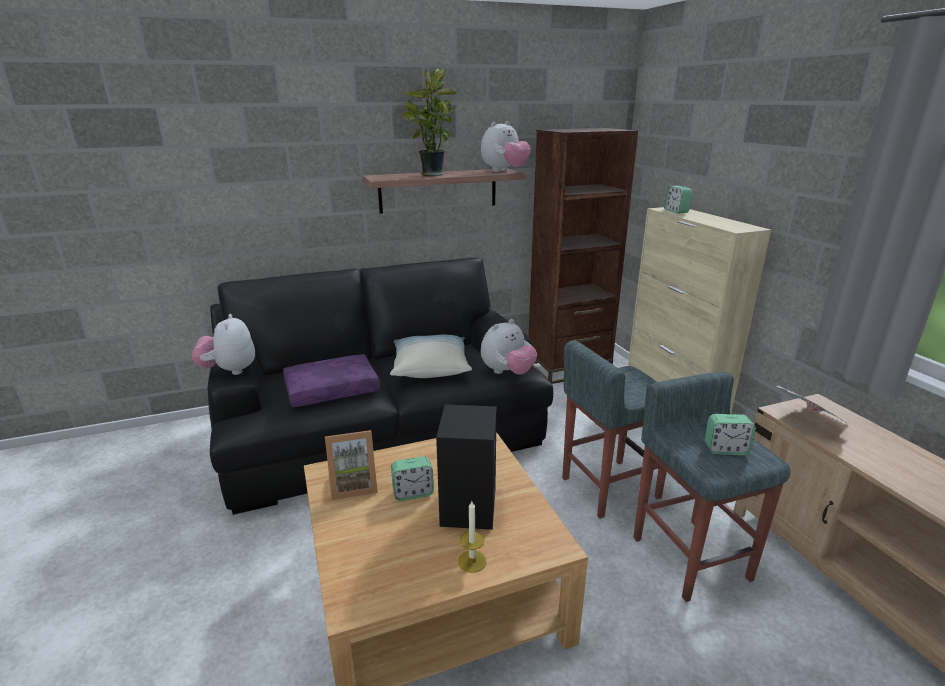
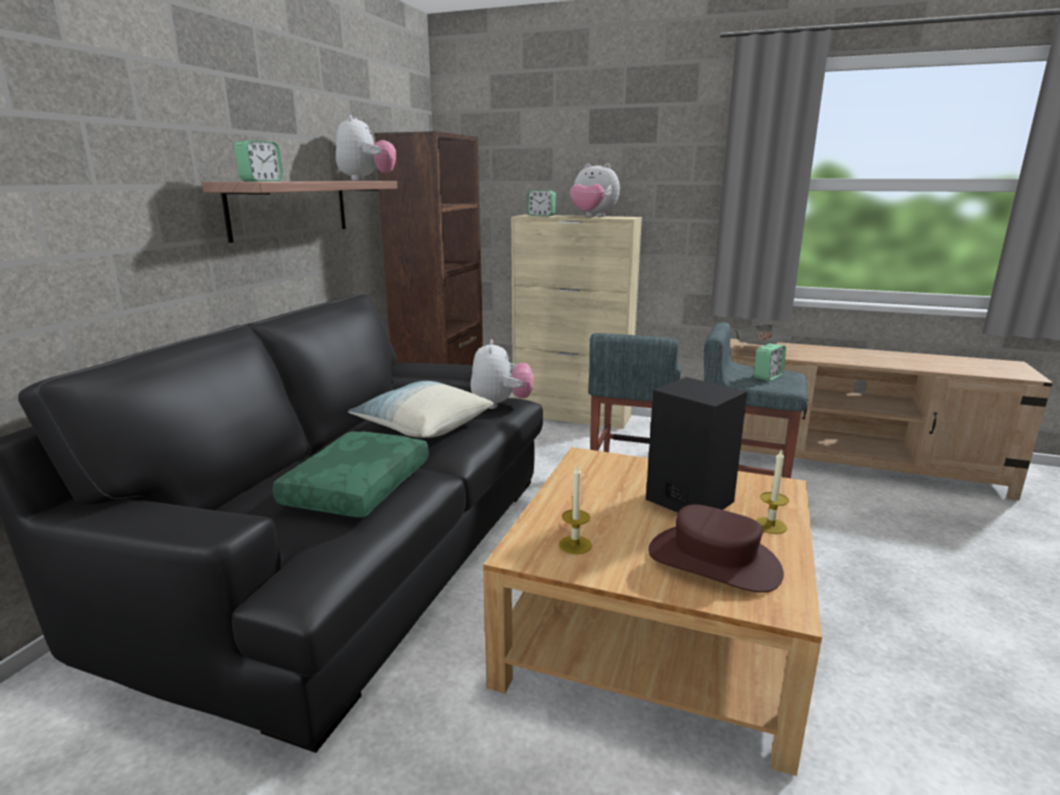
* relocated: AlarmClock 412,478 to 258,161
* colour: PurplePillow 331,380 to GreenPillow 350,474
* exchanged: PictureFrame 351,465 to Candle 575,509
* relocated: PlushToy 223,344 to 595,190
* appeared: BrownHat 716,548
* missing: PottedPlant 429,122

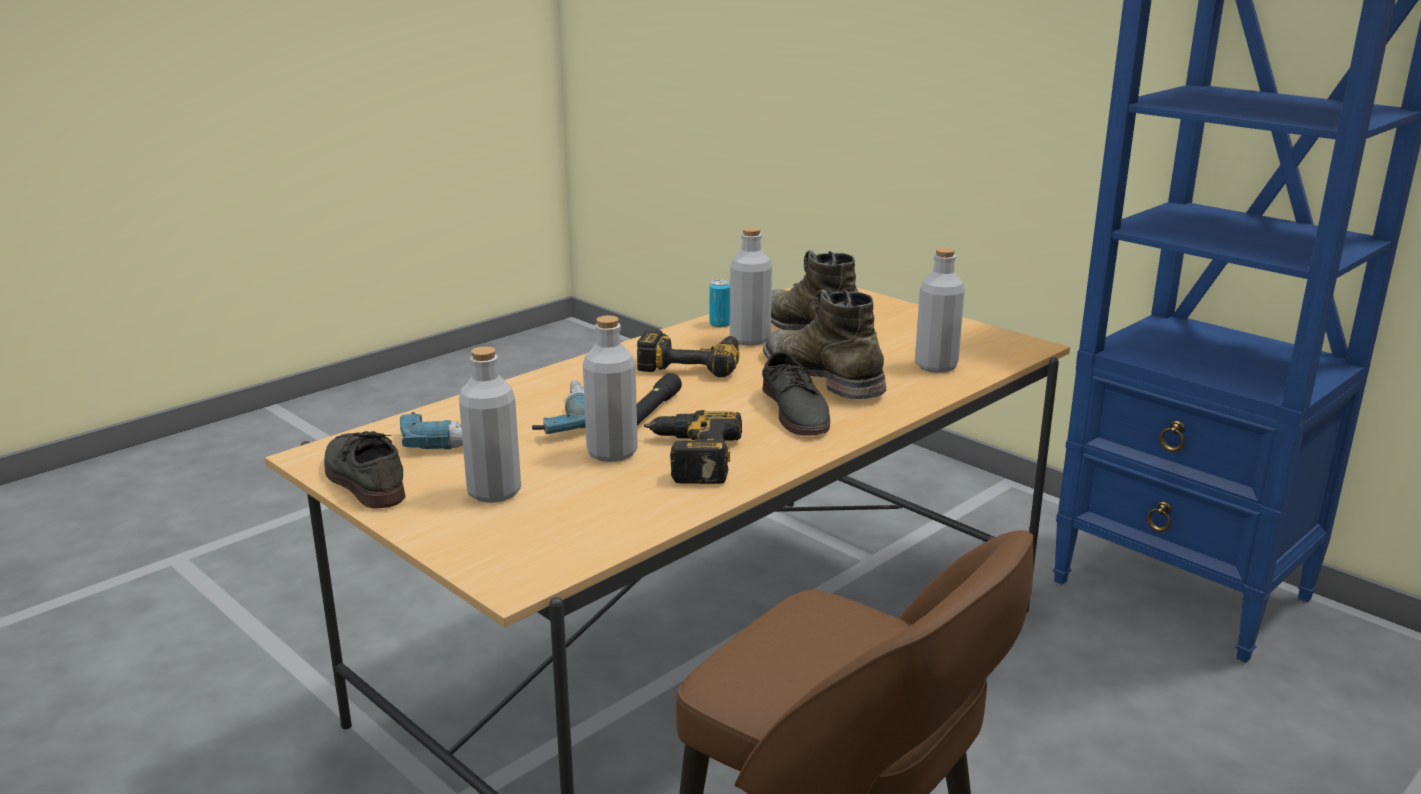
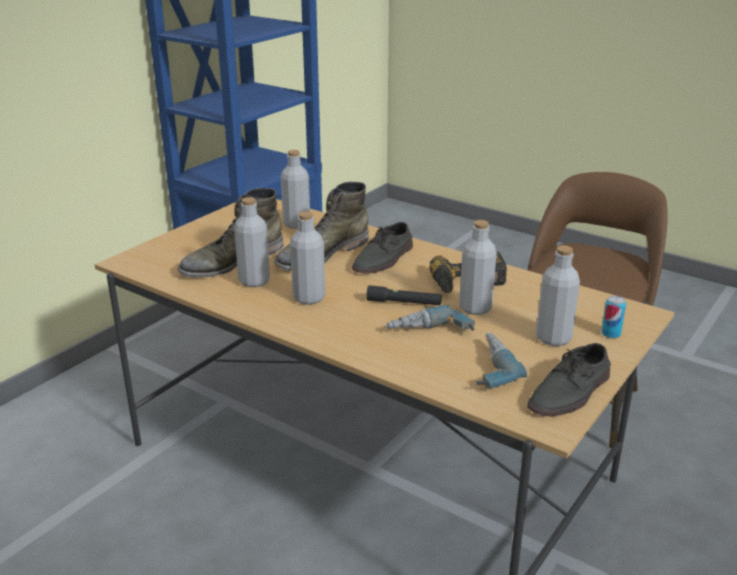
* exchanged: PowerDrill 688,353 to GreyBottle 307,258
* spun: GreyShoe 796,393 = 382,247 150 degrees clockwise
* relocated: Can 720,303 to 613,317

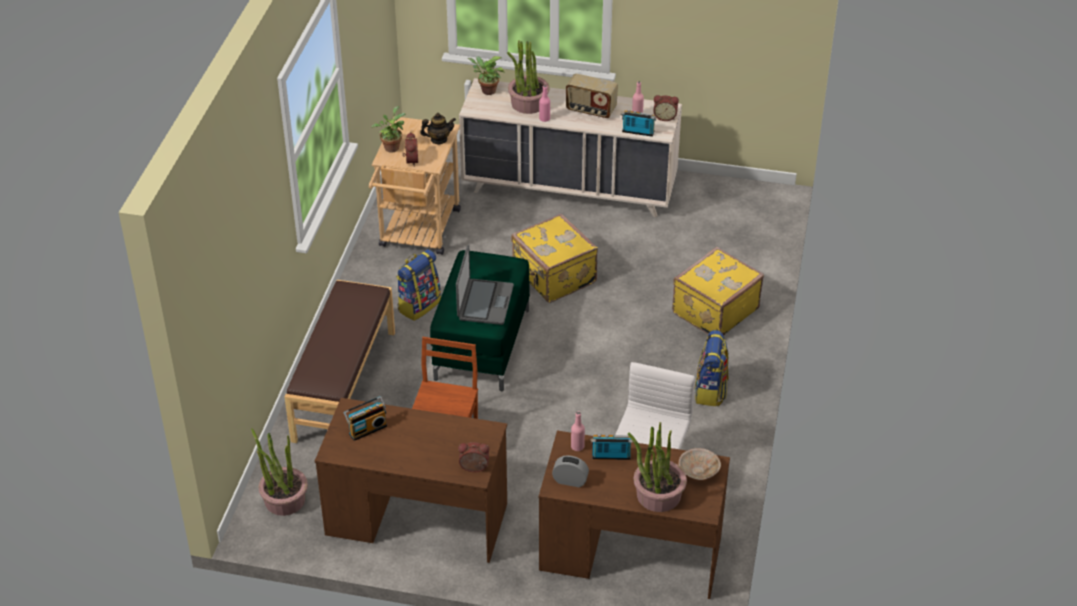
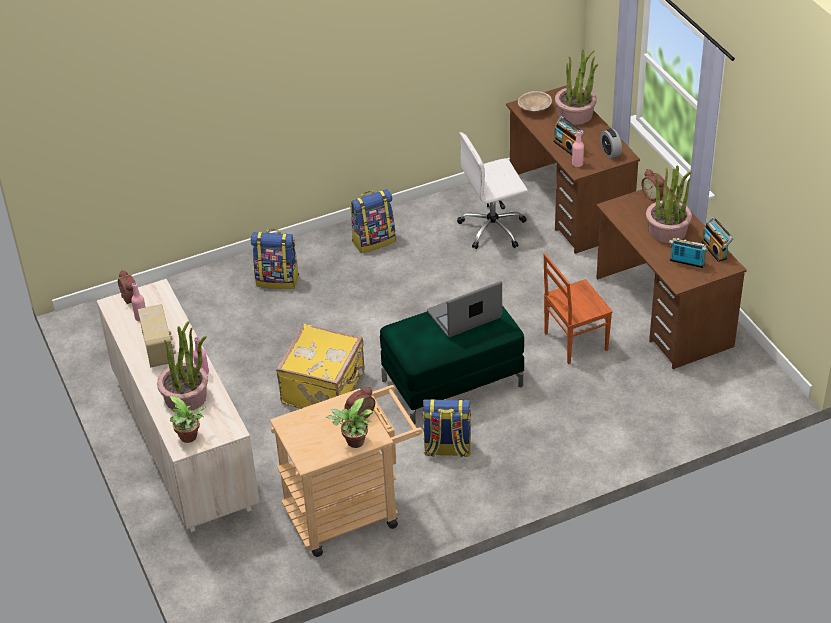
* exchanged: YellowSuitcase 718,291 to Backpack 275,259
* relocated: PottedPlant 279,472 to 669,204
* relocated: Radio 638,123 to 717,239
* missing: BrownBench 339,361
* missing: Teapot 438,128

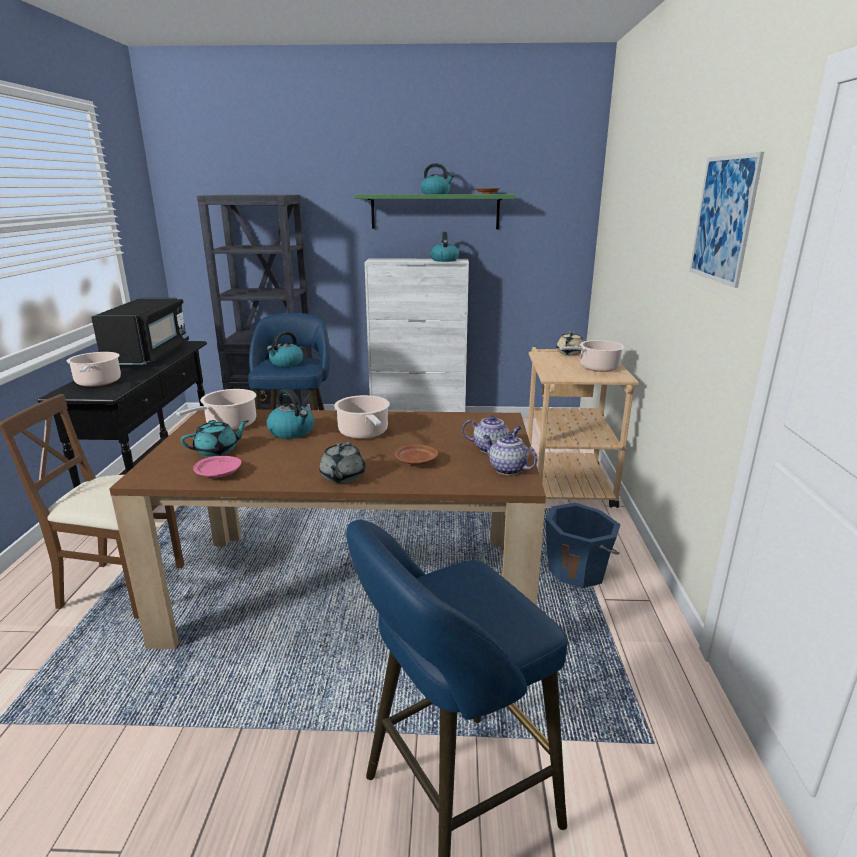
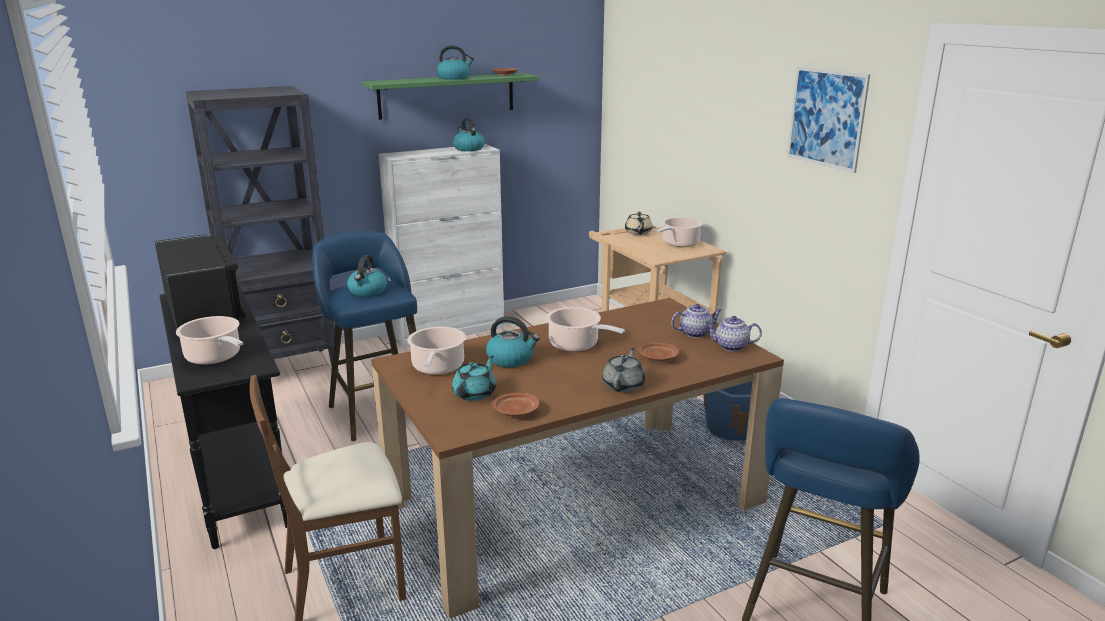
* colour: PinkPlate 217,467 to BrownPlate 516,404
* spun: GreyTeapot 342,462 = 623,370 135 degrees counterclockwise

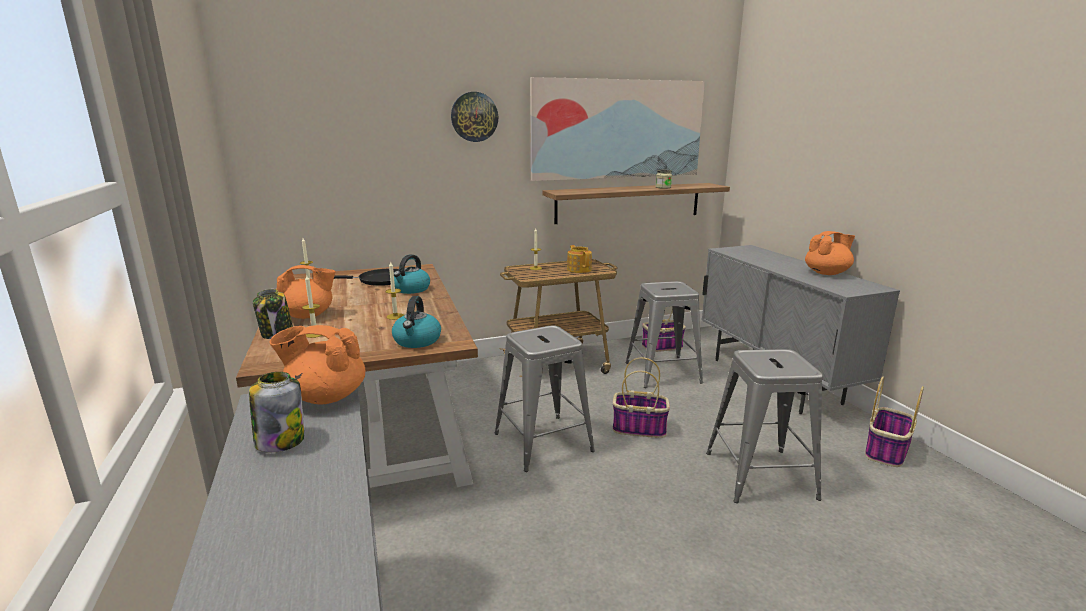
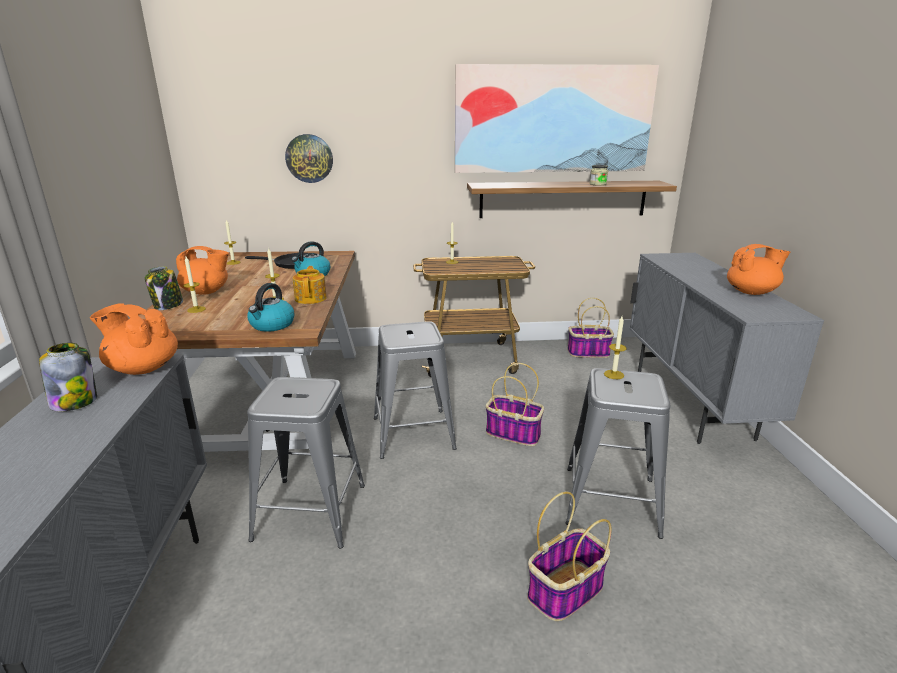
* relocated: GreyStool 664,334 to 306,462
* relocated: WallClock 474,117 to 309,158
* relocated: Teapot 579,259 to 310,285
* relocated: Basket 894,421 to 569,556
* appeared: Candle 615,347

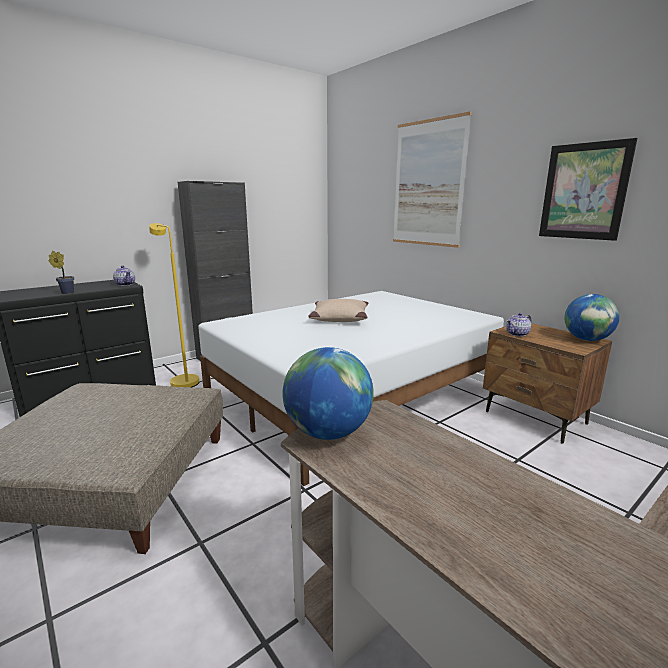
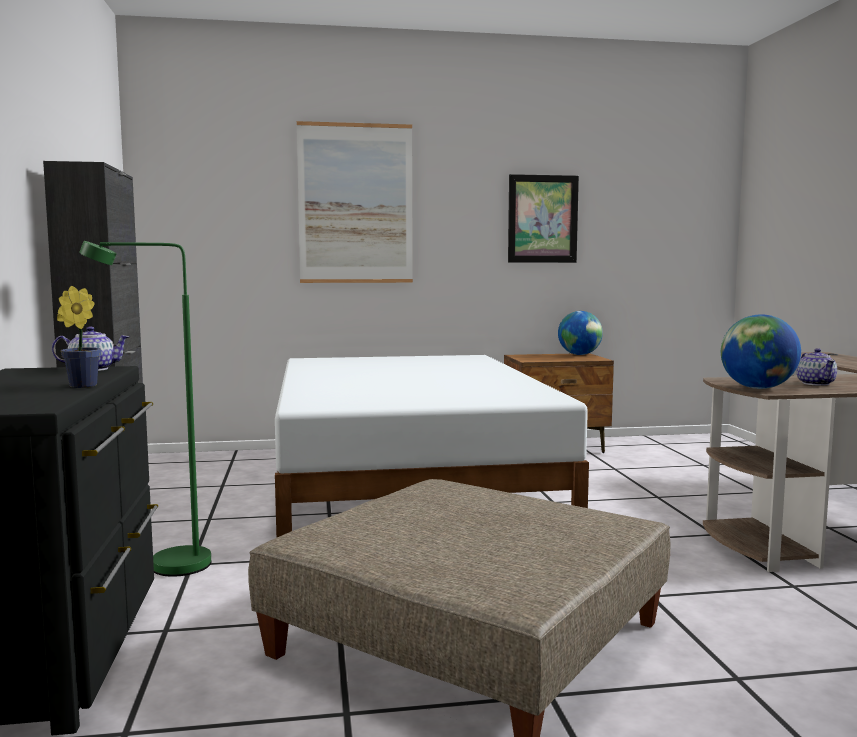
* colour: YellowFloorLamp 174,305 to GreenFloorLamp 145,409
* relocated: Teapot 519,325 to 816,367
* missing: BeigePillow 338,310

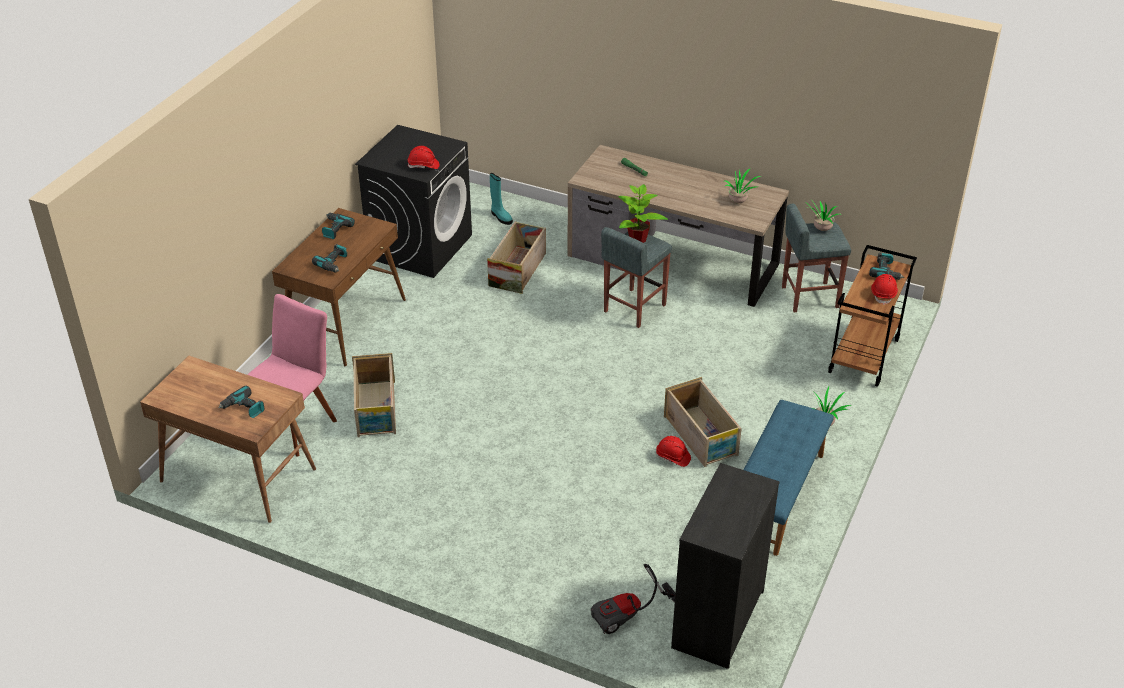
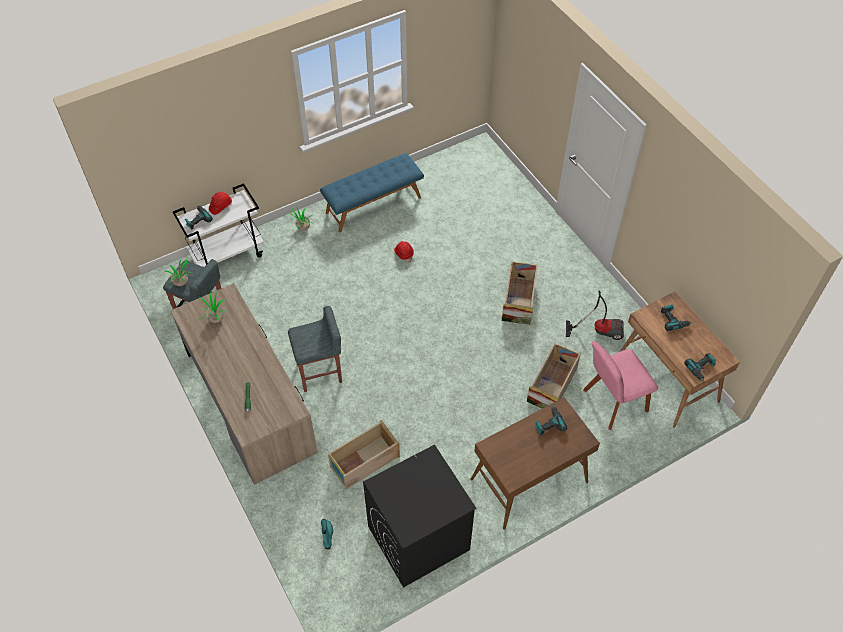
* colour: BrownCart 872,316 to WhiteCart 218,225
* relocated: Crate 703,422 to 520,293
* relocated: VacuumCleaner 633,599 to 595,315
* relocated: PowerDrill 338,226 to 700,367
* missing: RedHardHat 423,157
* missing: PottedPlant 643,213
* missing: BlackDresser 725,566

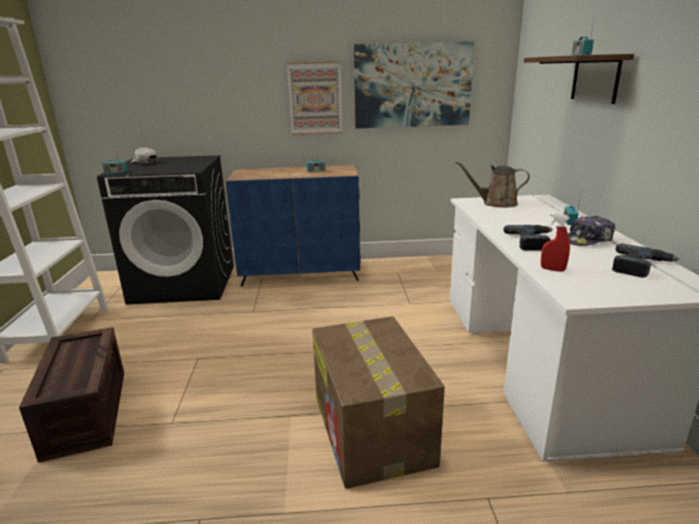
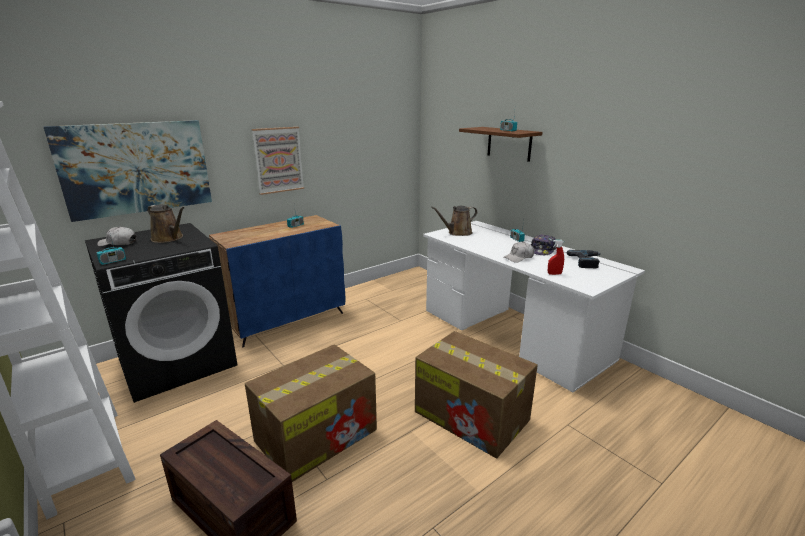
* relocated: Picture 414,85 to 127,171
* appeared: BrownWateringCan 166,223
* appeared: CardboardBox 311,413
* exchanged: PowerDrill 528,238 to WhiteCap 518,252

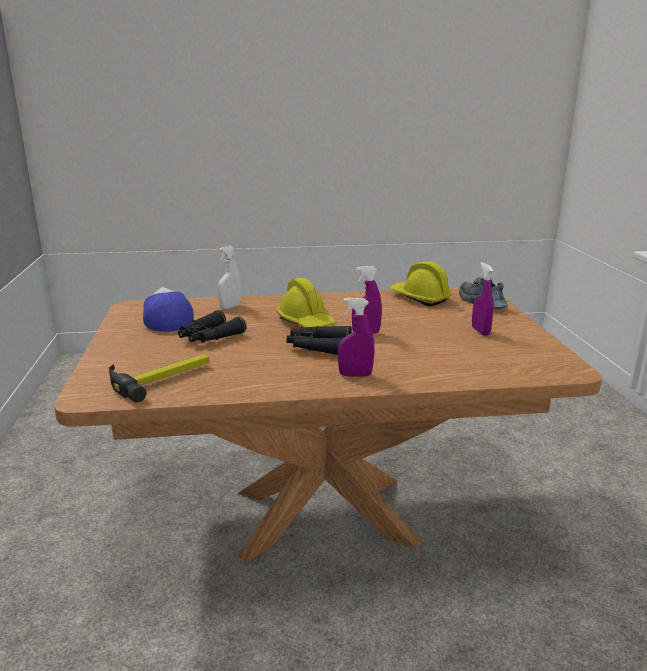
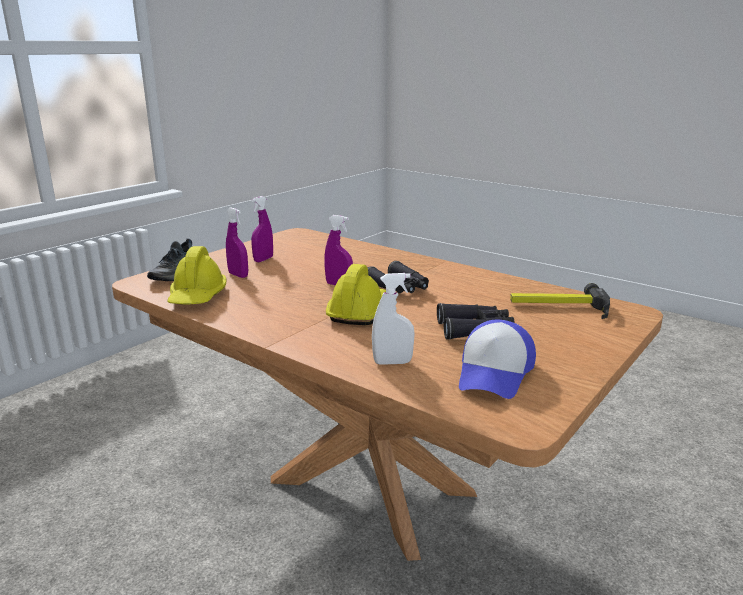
* relocated: PurpleSprayBottle 356,337 to 237,243

